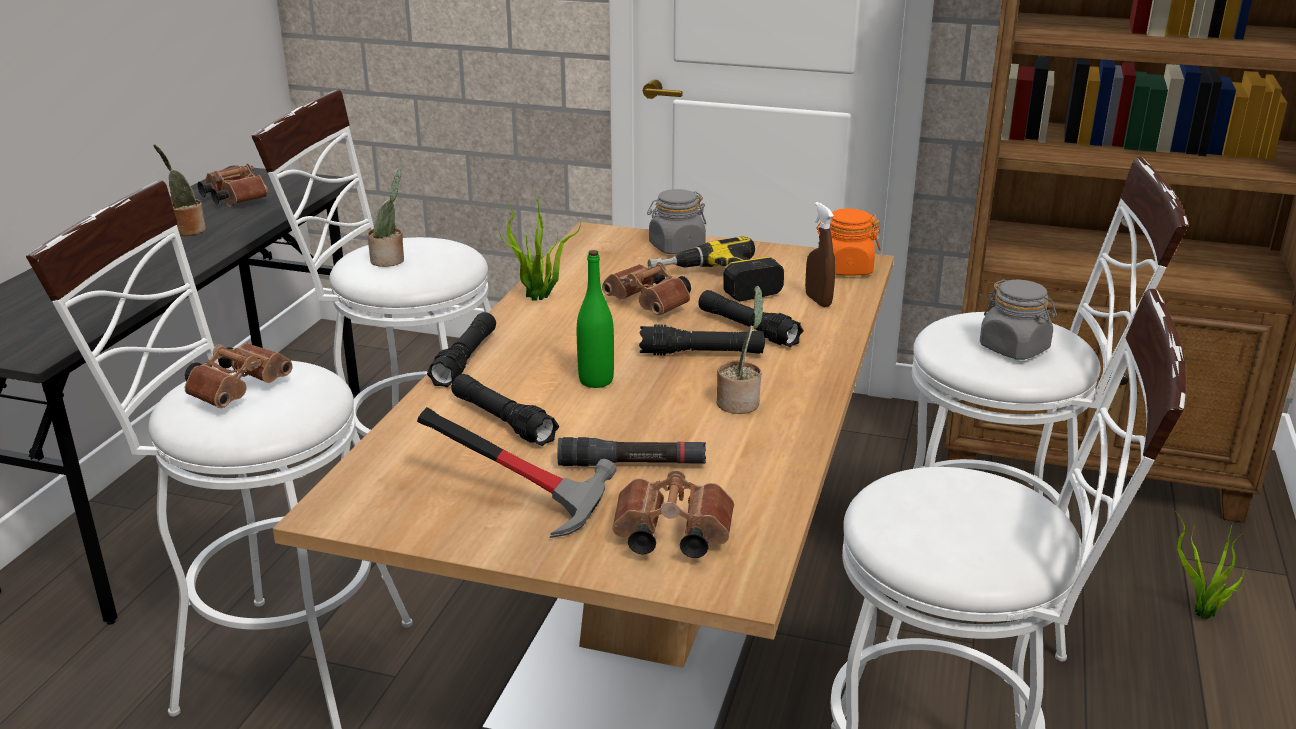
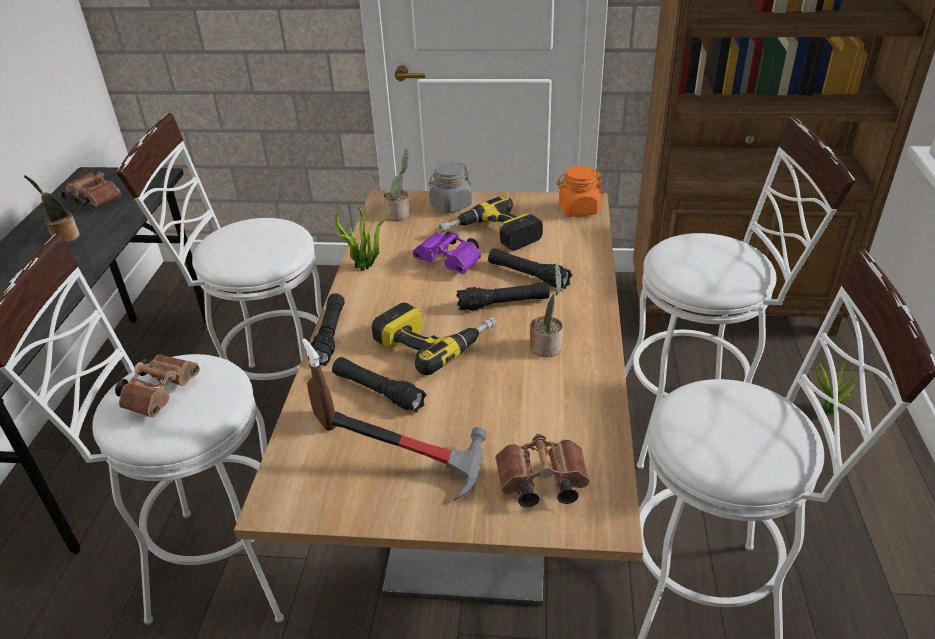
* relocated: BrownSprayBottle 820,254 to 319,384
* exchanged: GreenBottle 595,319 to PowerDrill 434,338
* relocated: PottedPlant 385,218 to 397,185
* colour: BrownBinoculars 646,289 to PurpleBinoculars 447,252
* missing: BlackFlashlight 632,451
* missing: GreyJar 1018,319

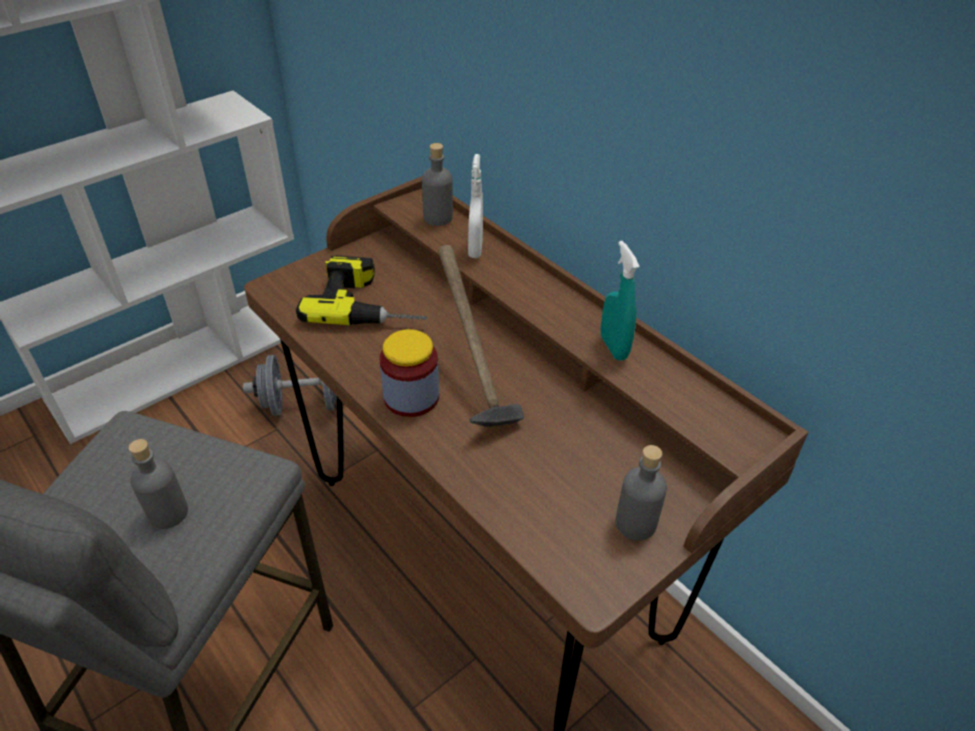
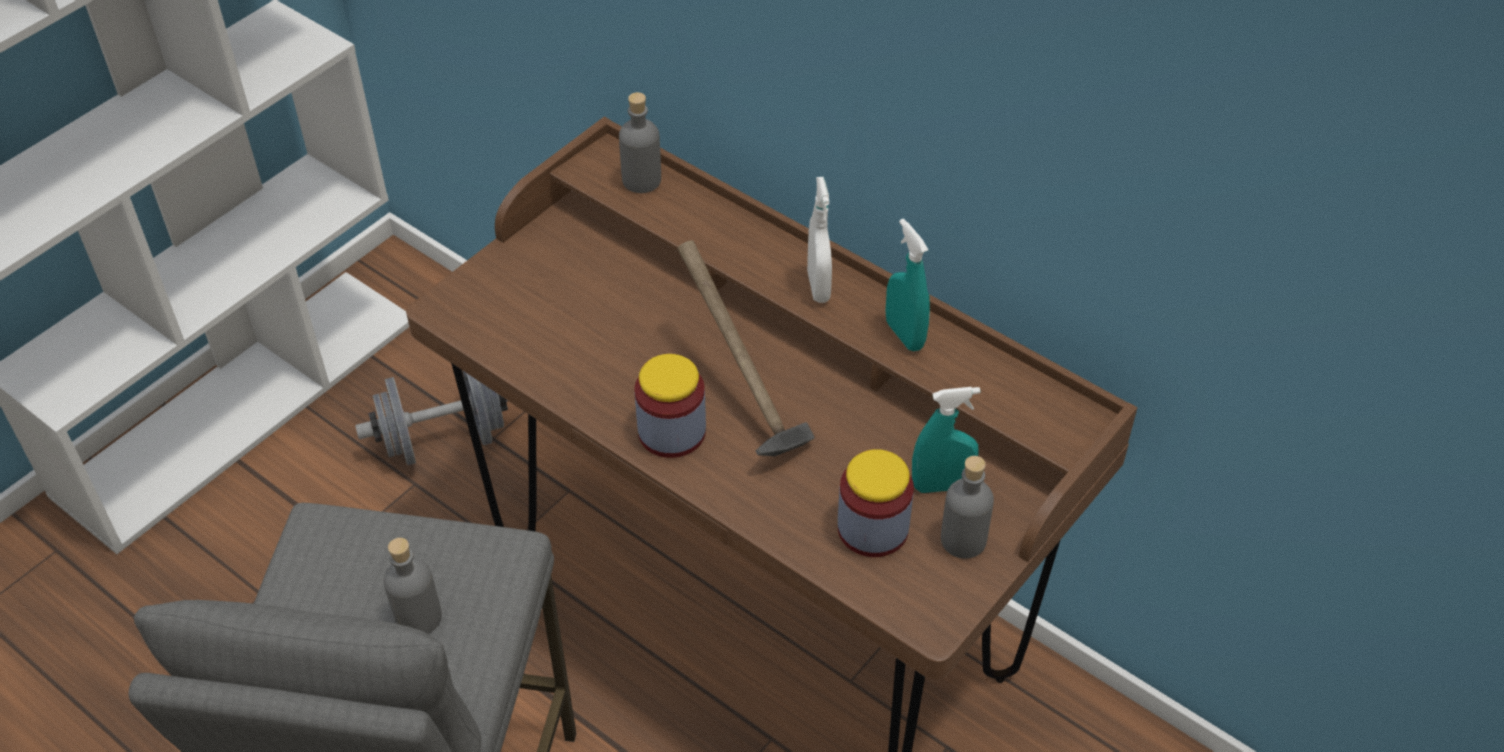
* relocated: WhiteSprayBottle 475,206 to 819,240
* appeared: Jar 875,503
* appeared: TurquoiseSprayBottle 946,440
* missing: PowerDrill 362,290

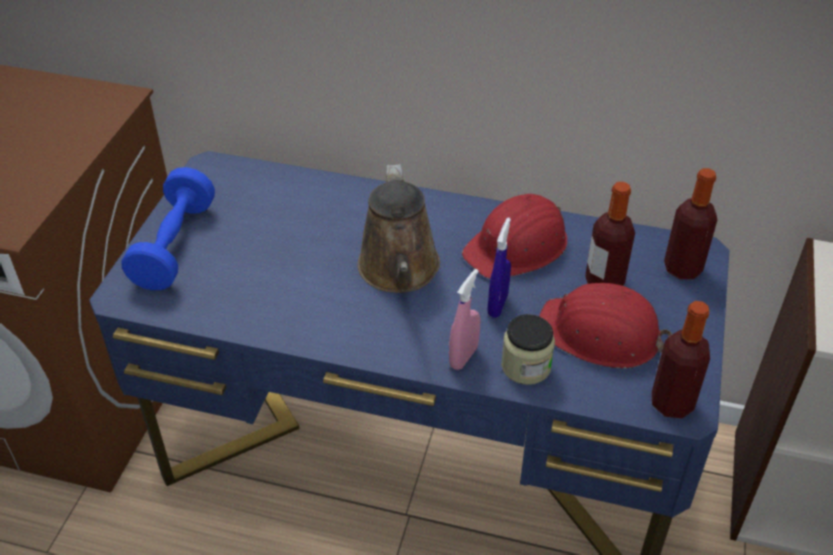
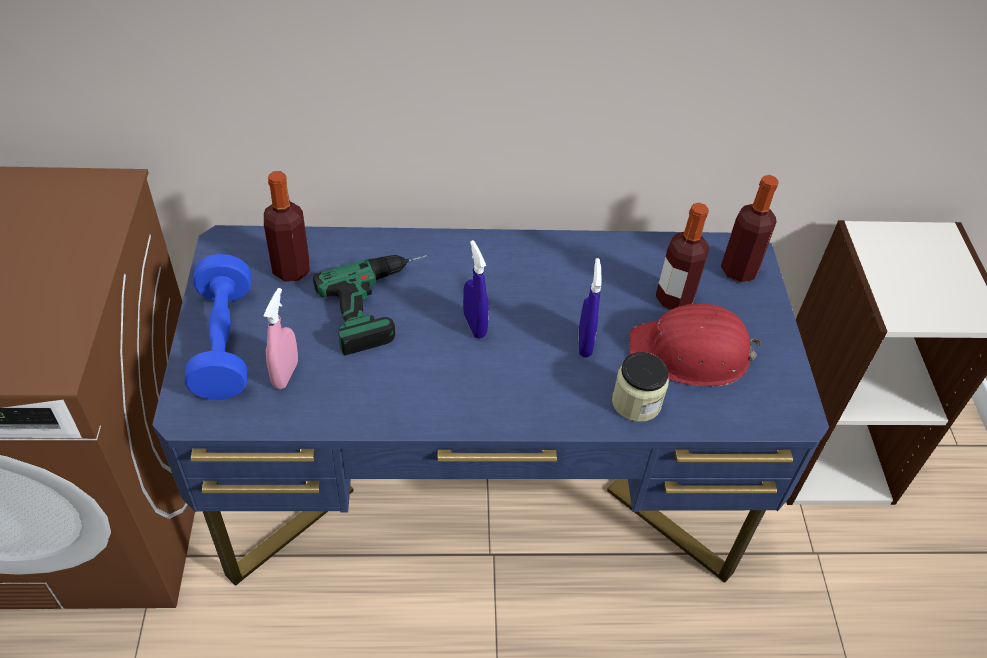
* relocated: Bottle 681,359 to 287,226
* relocated: PinkSprayBottle 465,319 to 281,338
* appeared: PowerDrill 370,305
* exchanged: BrownWateringCan 399,228 to BlueSprayBottle 476,289
* missing: RedHardHat 514,236

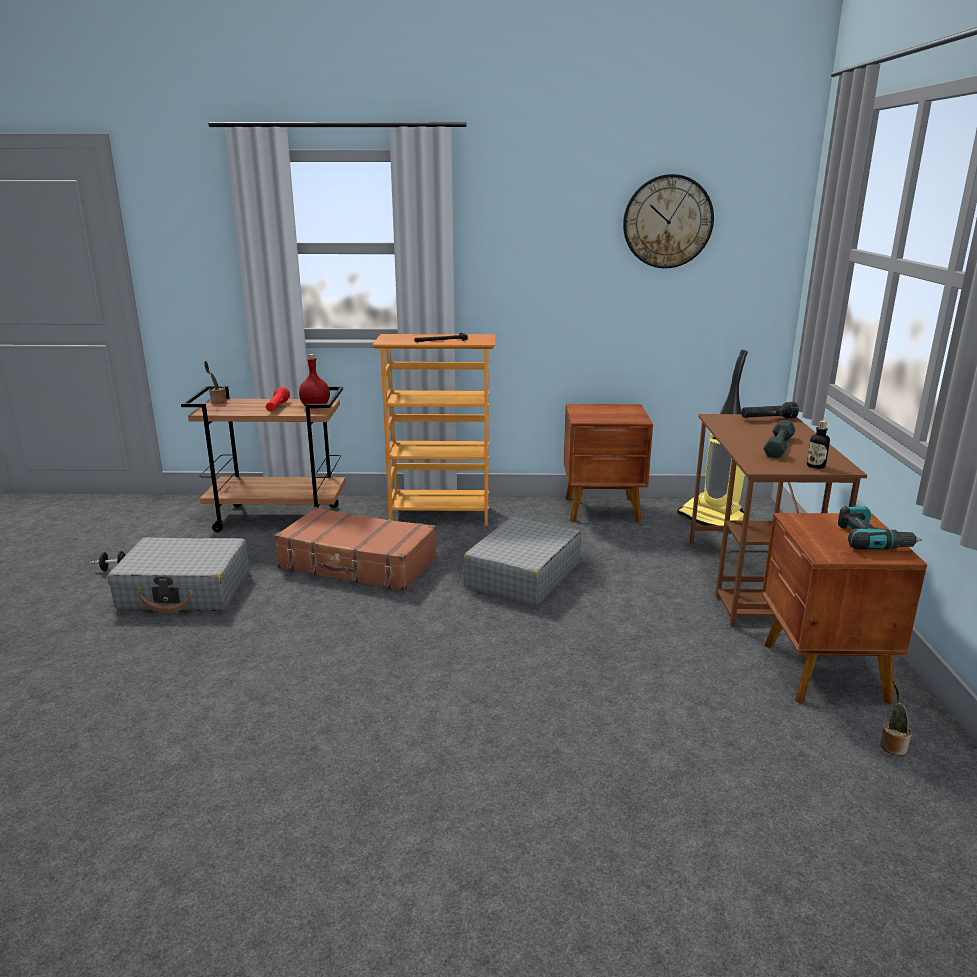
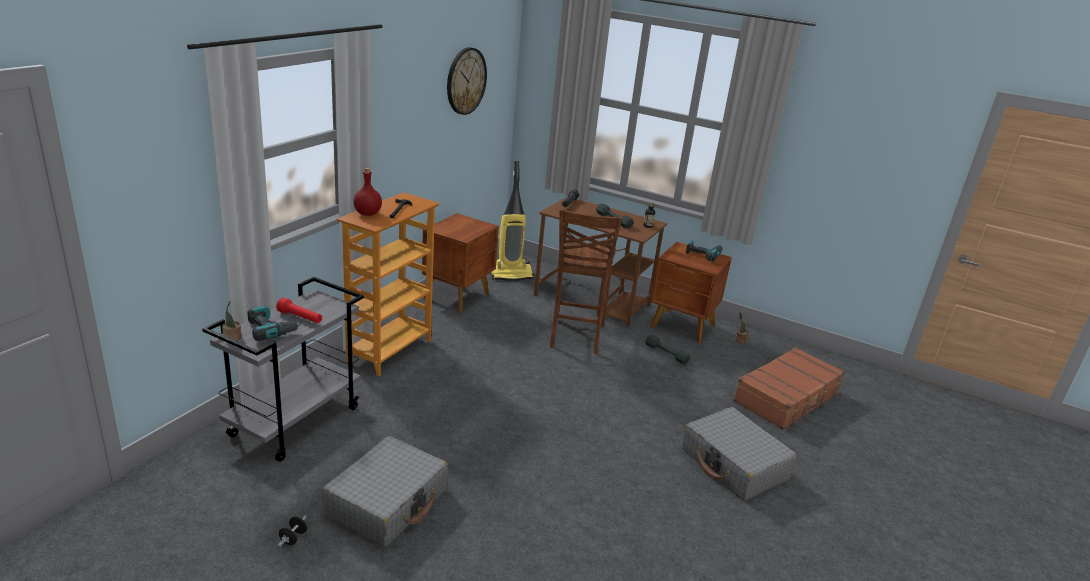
* colour: BrownCart 263,459 to GreyCart 283,369
* appeared: PowerDrill 274,323
* relocated: RedBottle 314,380 to 368,192
* appeared: BrownChair 586,281
* appeared: GreyDumbbell 667,349
* relocated: GreySuitcase 522,561 to 739,454
* relocated: BrownSuitcase 355,549 to 789,388

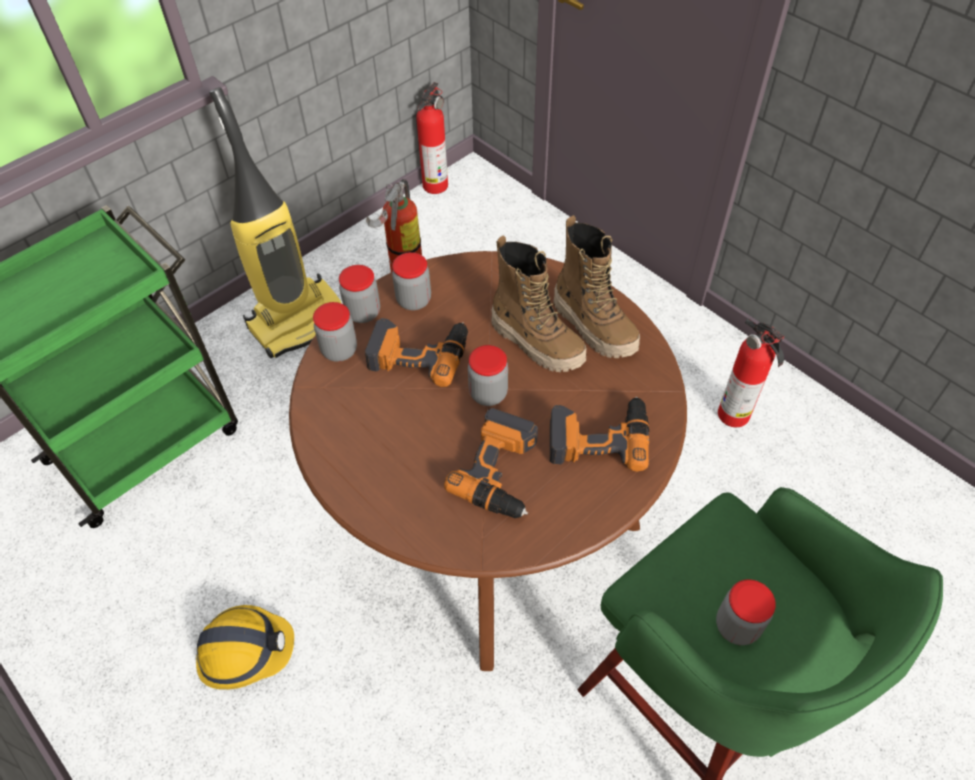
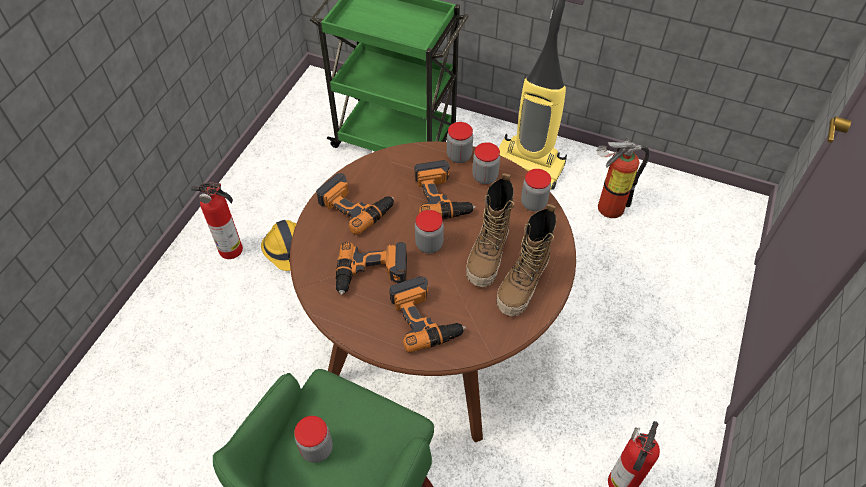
* relocated: FireExtinguisher 432,138 to 217,220
* appeared: PowerDrill 355,204
* relocated: Jar 335,332 to 536,190

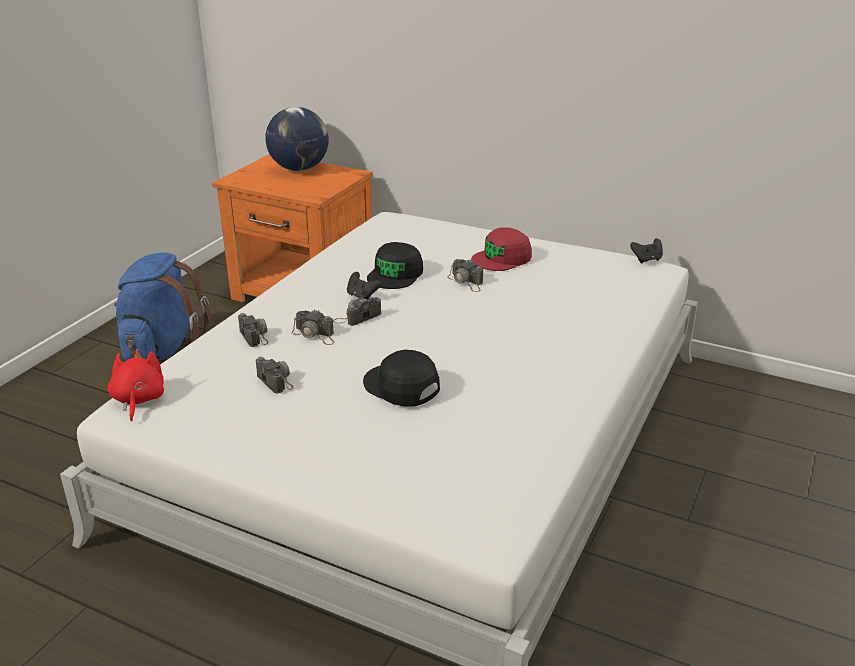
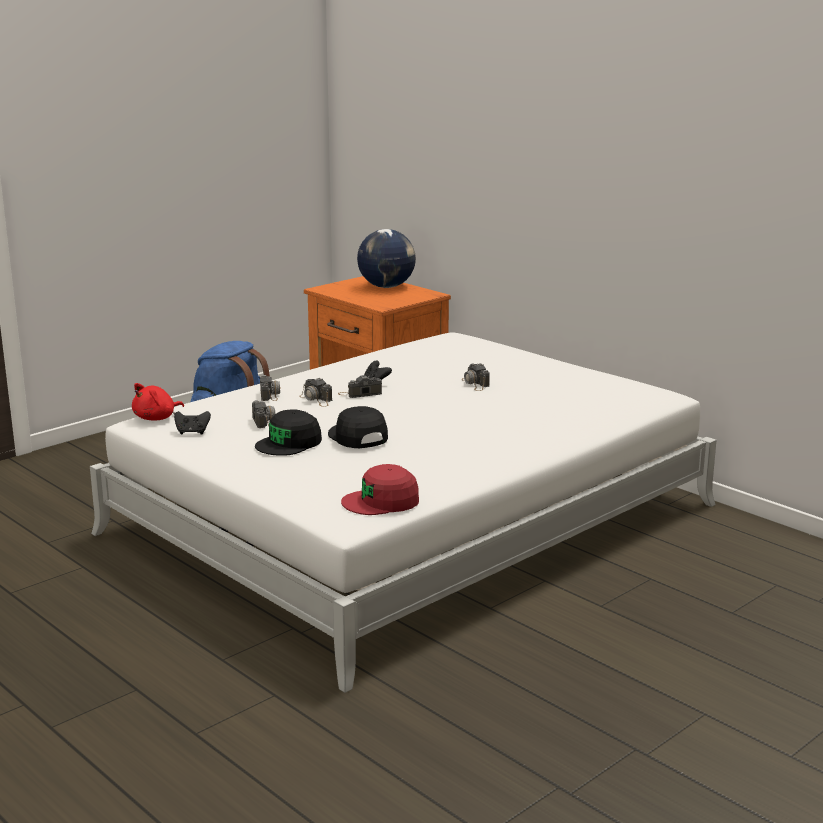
* spun: RedPlushToy 136,385 = 158,402 150 degrees counterclockwise
* relocated: BlackGameController 646,250 to 192,423
* relocated: BlackCap 395,265 to 288,432
* relocated: RedCap 501,249 to 380,489

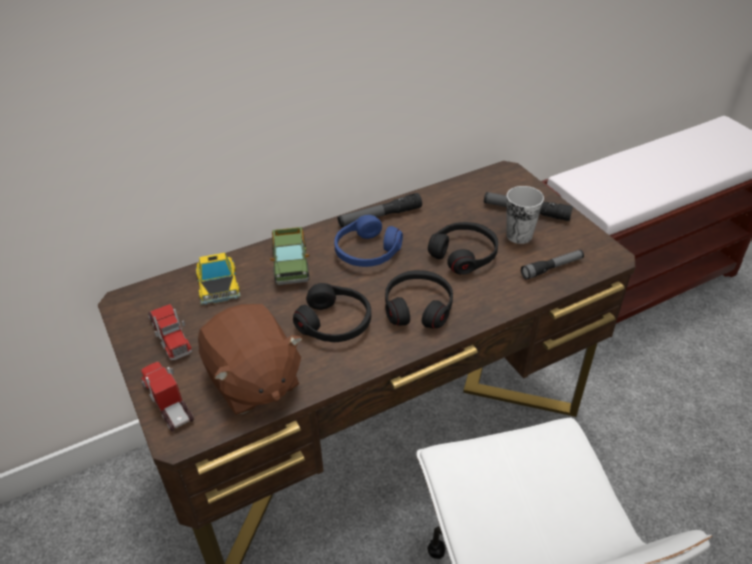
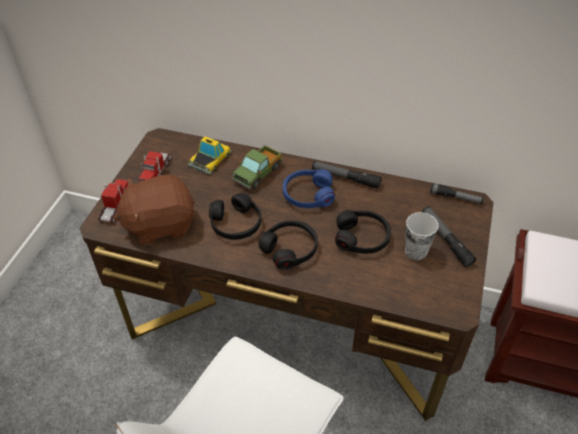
* spun: BrownPlushToy 250,359 = 154,209 60 degrees clockwise
* relocated: Flashlight 552,265 to 457,193

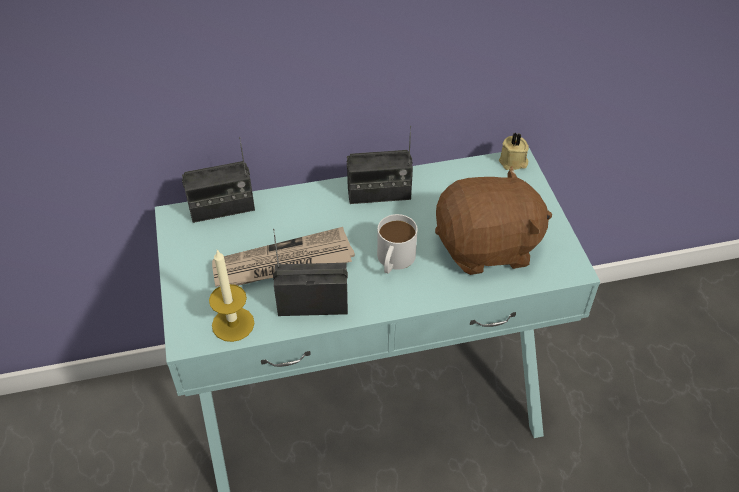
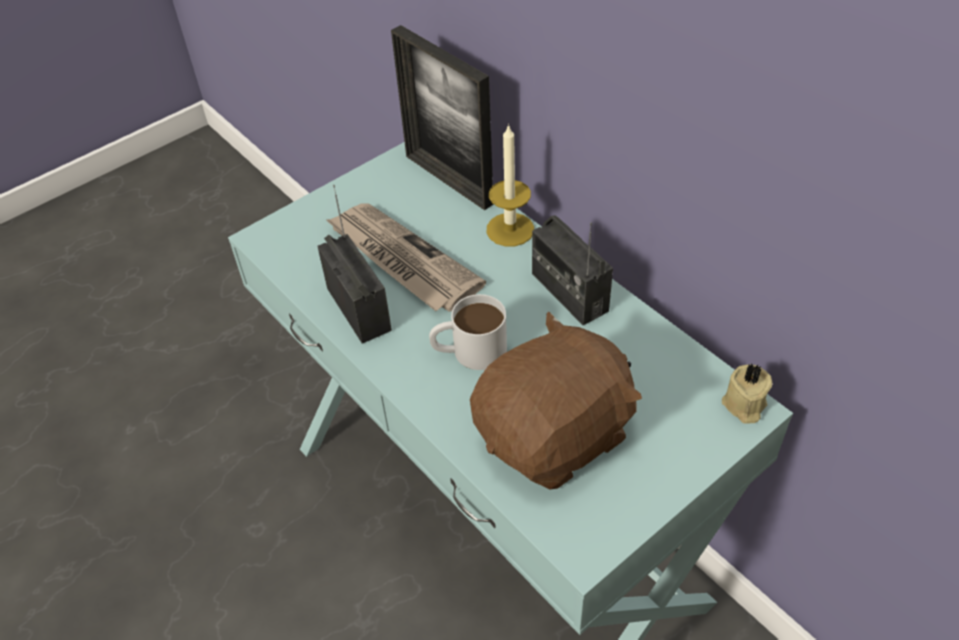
* exchanged: Radio 218,180 to PictureFrame 442,117
* spun: BrownPlushToy 493,220 = 556,400 90 degrees counterclockwise
* relocated: Candle 231,296 to 510,185

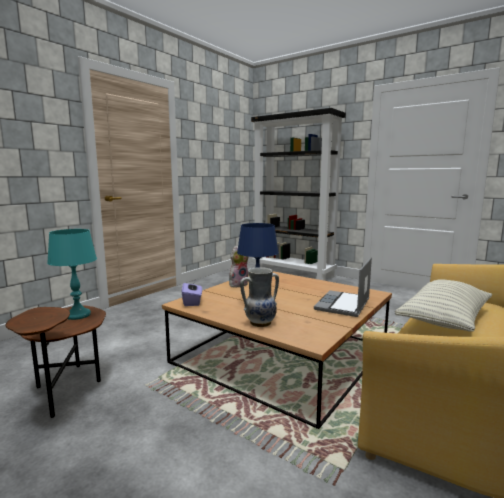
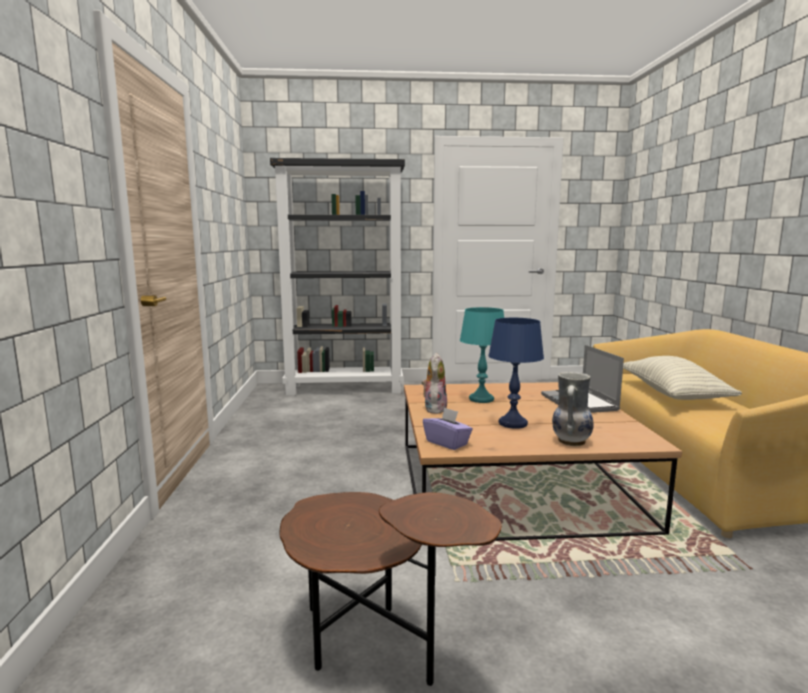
* relocated: TurquoiseTableLamp 72,274 to 482,355

